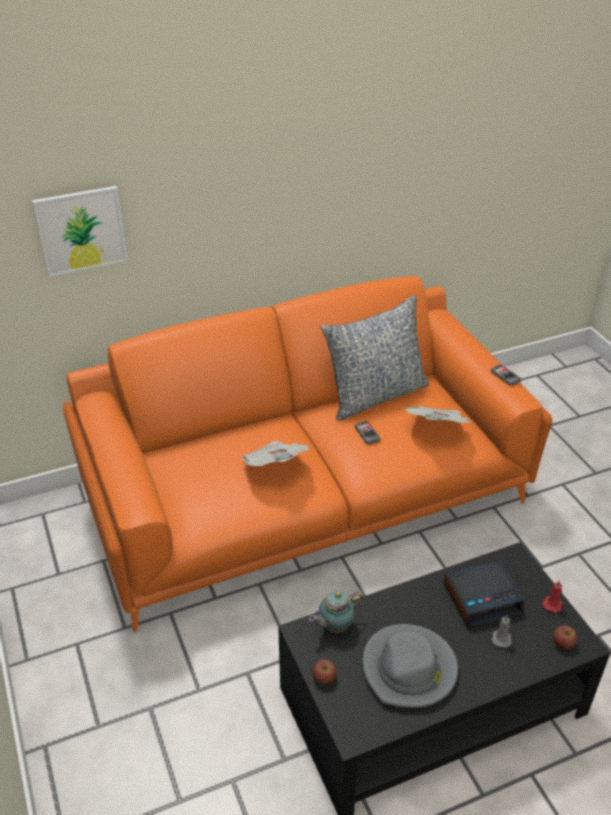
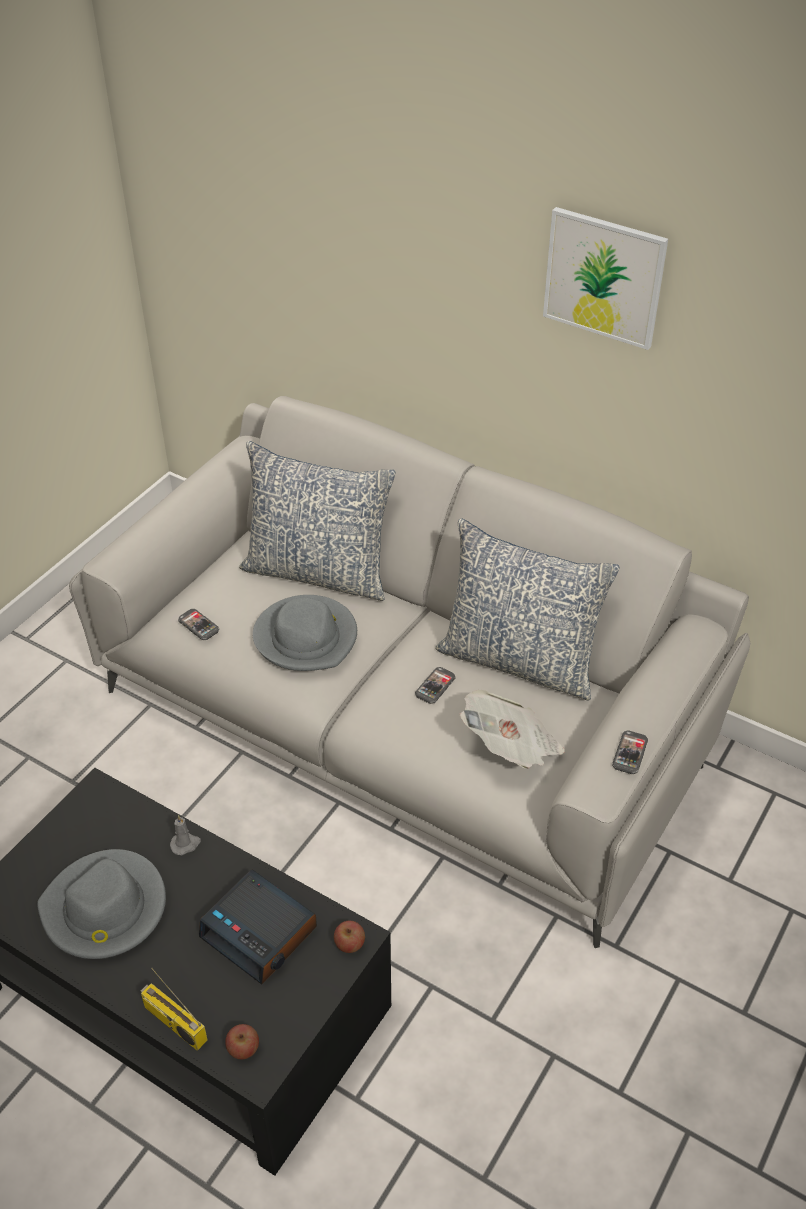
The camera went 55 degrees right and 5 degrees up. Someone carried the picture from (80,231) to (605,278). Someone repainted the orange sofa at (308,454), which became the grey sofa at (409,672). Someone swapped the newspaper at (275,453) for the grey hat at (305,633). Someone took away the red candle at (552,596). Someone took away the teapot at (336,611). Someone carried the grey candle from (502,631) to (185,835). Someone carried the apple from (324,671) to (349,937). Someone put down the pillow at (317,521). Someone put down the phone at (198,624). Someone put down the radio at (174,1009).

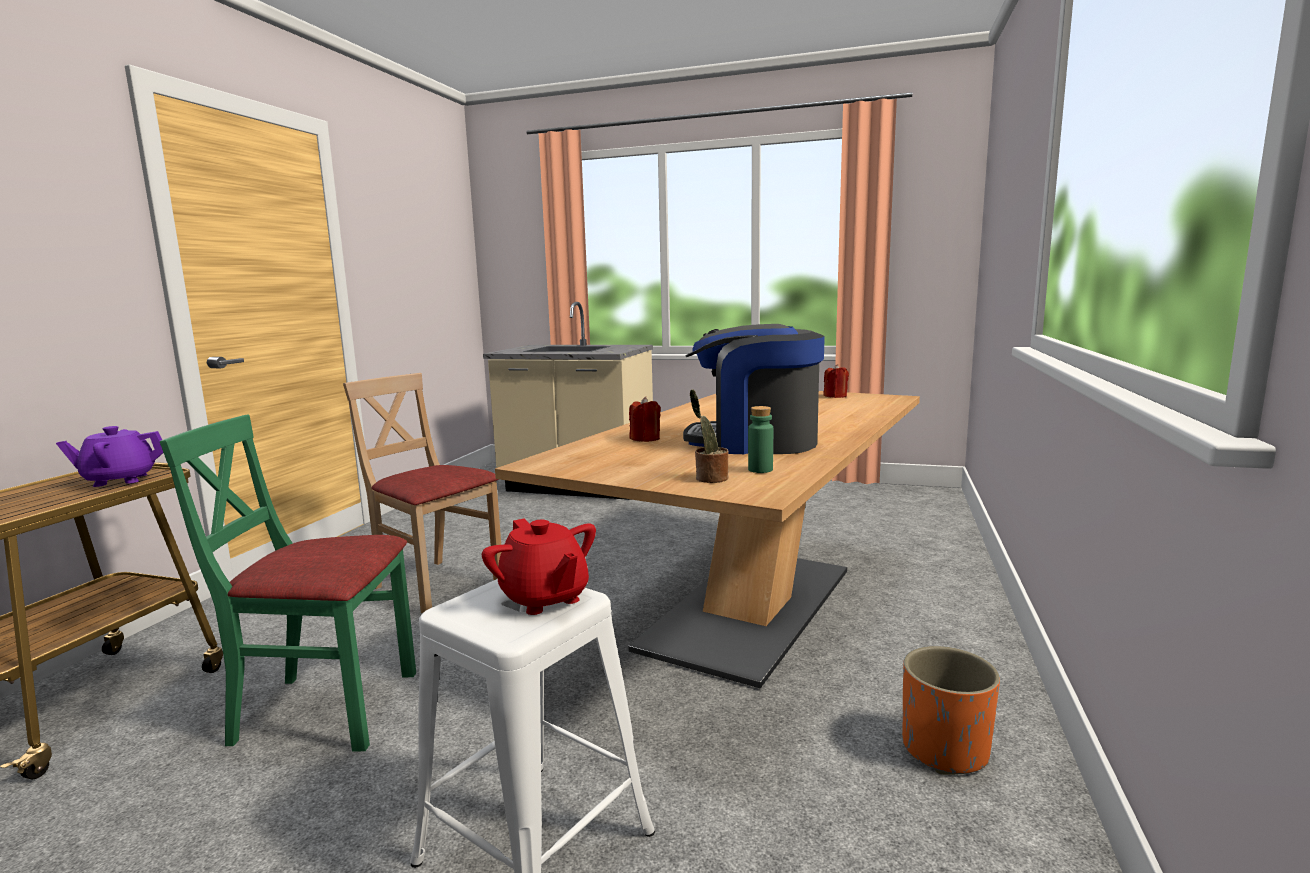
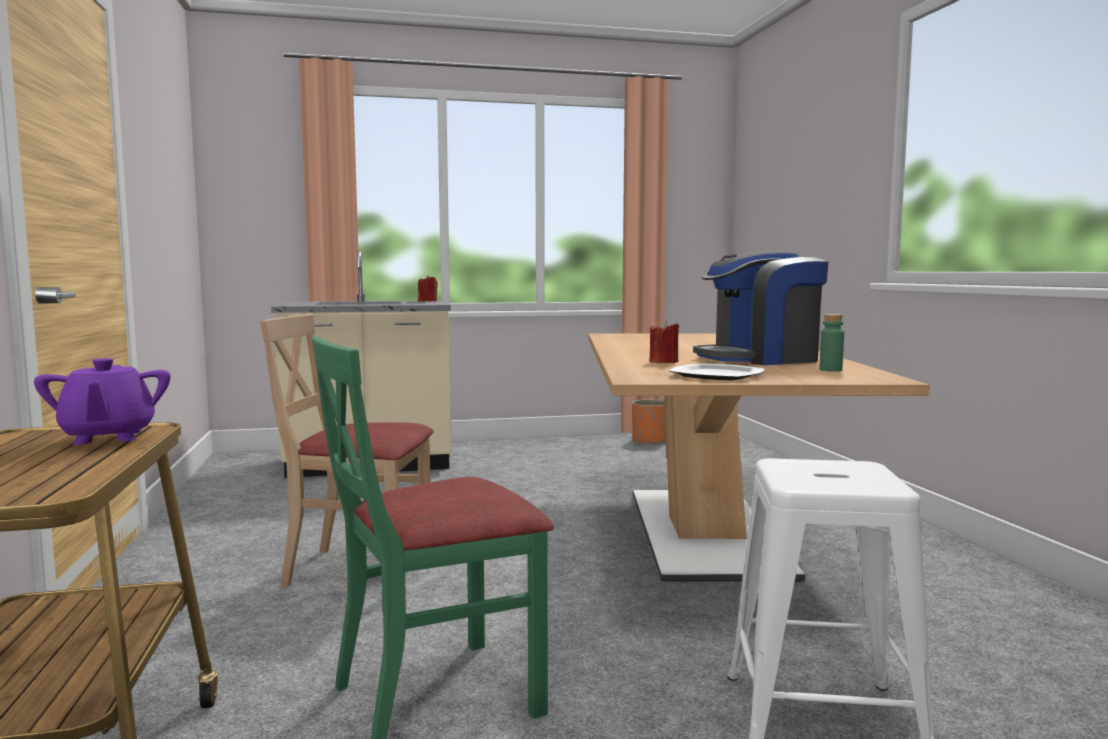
The camera went 30 degrees left and 5 degrees down. Someone carried the red candle from (836,381) to (428,288). Someone took away the potted plant at (709,436). Someone rotated the purple teapot at (109,456) by 60 degrees counterclockwise. Someone took away the red teapot at (539,566). Someone carried the orange planter from (951,710) to (649,422). Someone put down the plate at (716,371).

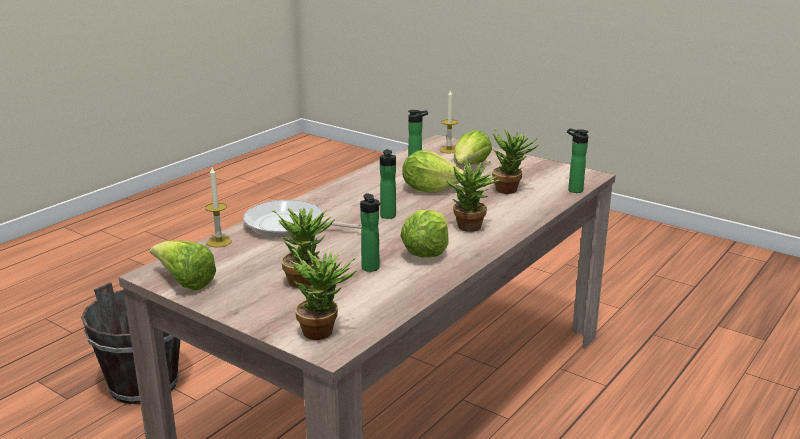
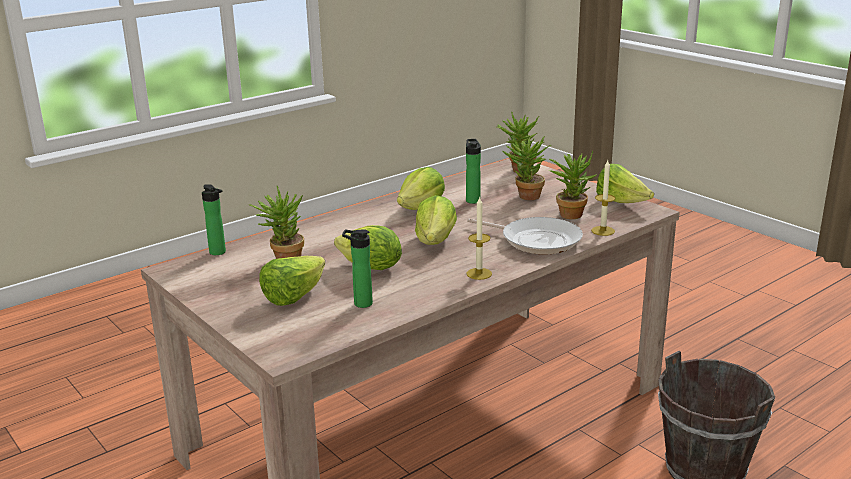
The camera went 165 degrees left and 0 degrees up. Someone carried the candle from (449,121) to (479,238). Someone swapped the bottle at (388,184) for the lettuce at (436,220). Someone carried the potted plant from (473,194) to (572,185).

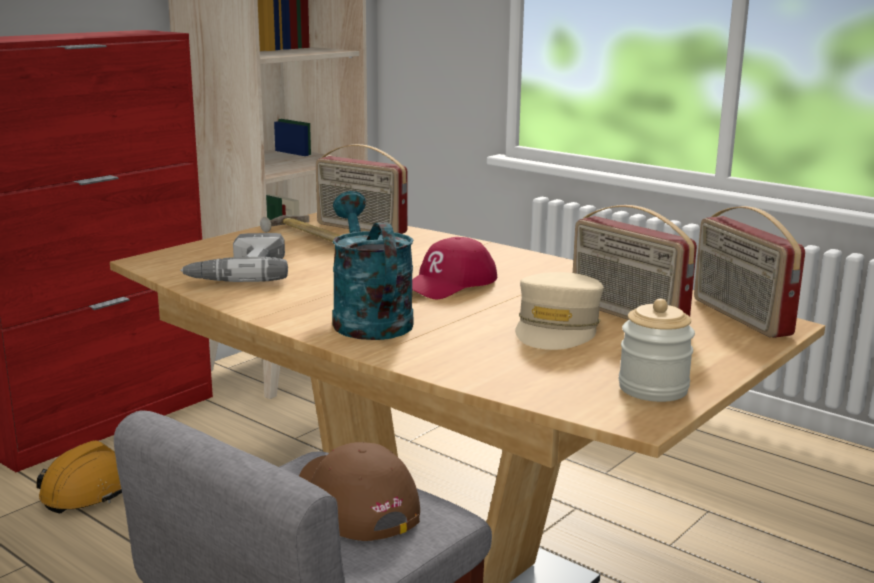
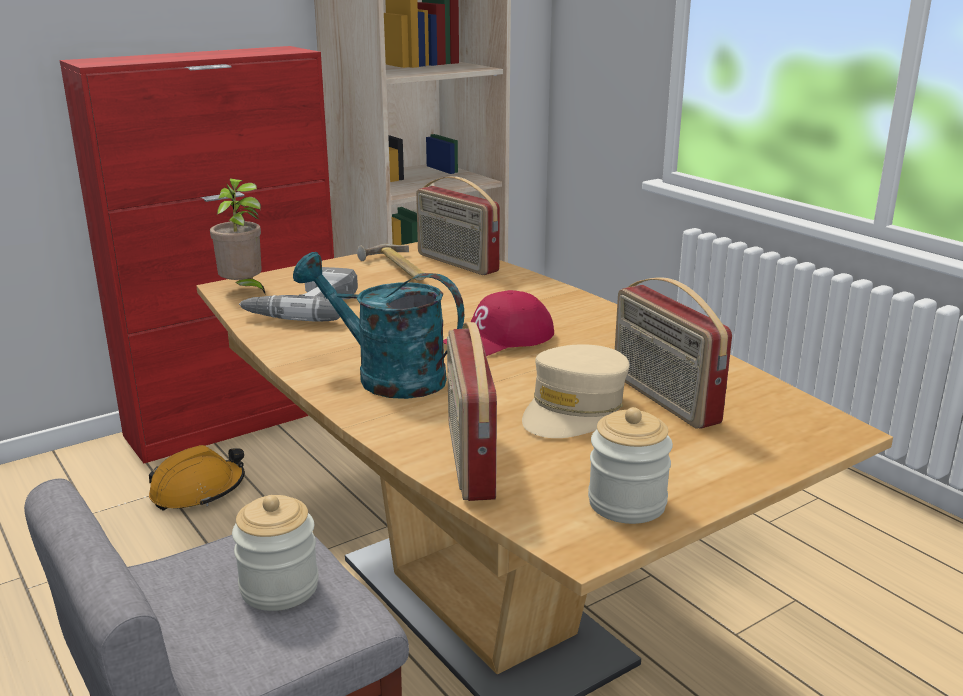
The camera went 15 degrees right and 5 degrees up. Someone rotated the turquoise watering can at (373,265) by 60 degrees counterclockwise. Someone carried the radio from (749,272) to (472,411). Someone swapped the brown cap at (359,491) for the jar at (275,553). Someone put down the potted plant at (238,237).

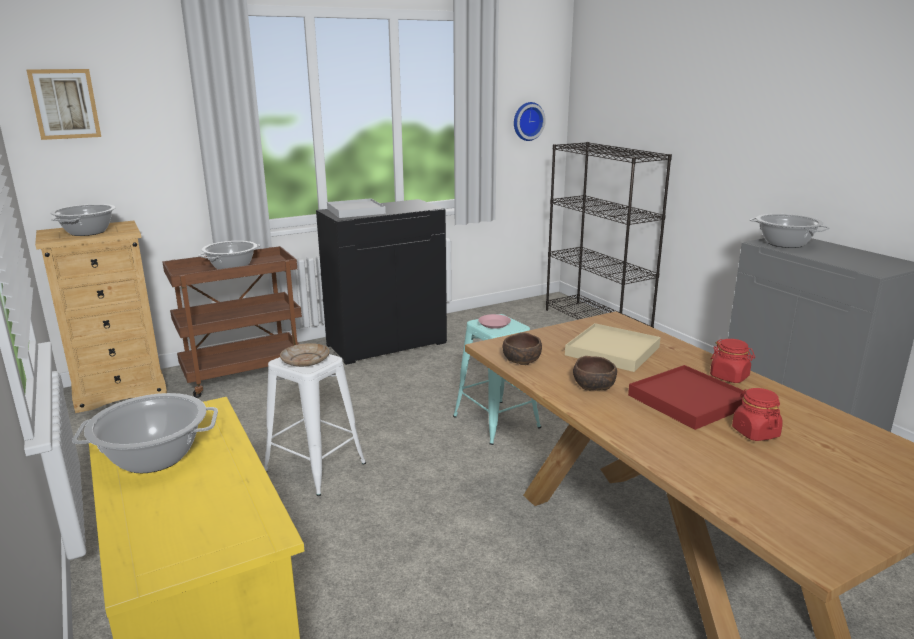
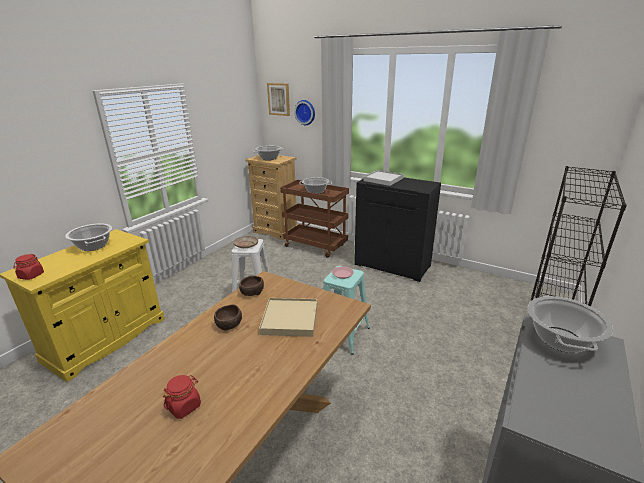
The camera went 60 degrees right and 5 degrees up. Someone carried the wall clock from (530,121) to (304,112). Someone carried the red jar from (732,361) to (28,267). Someone took away the red tray at (687,397).

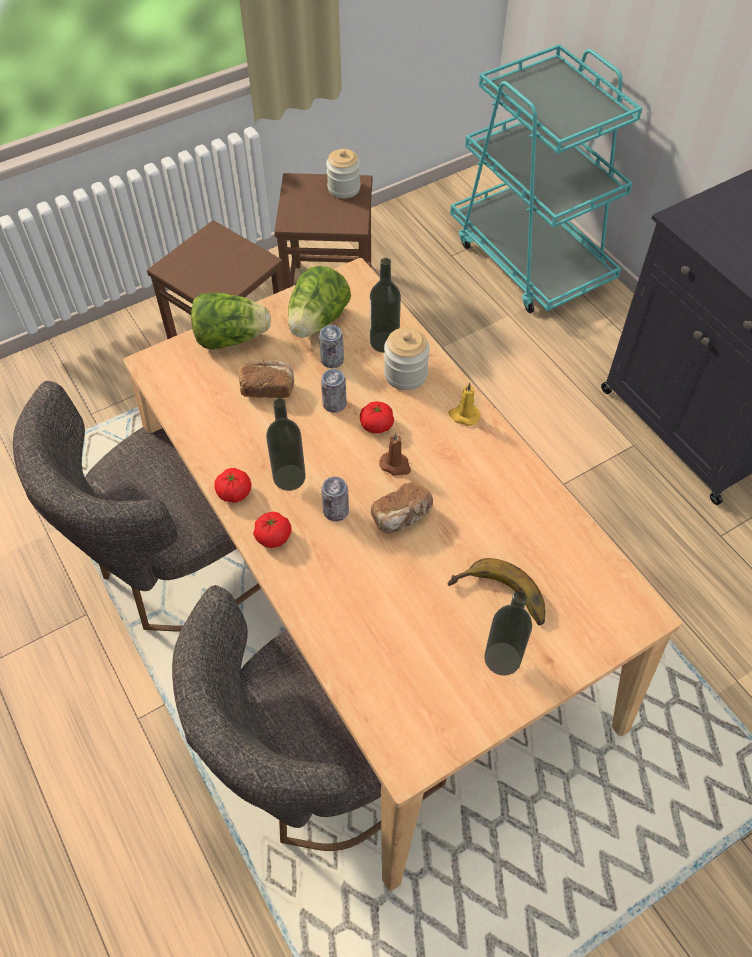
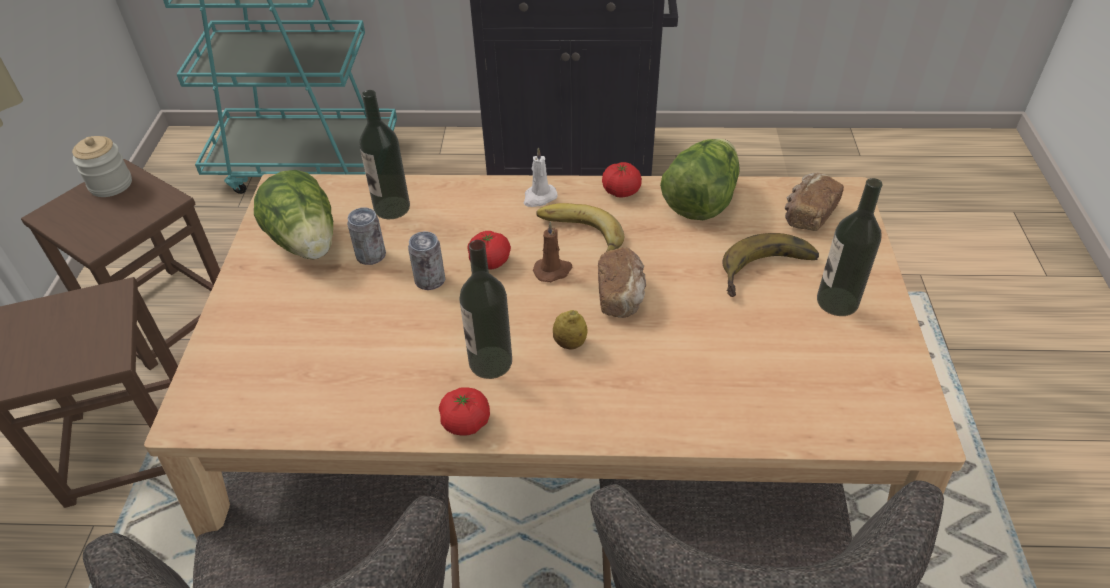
The camera went 55 degrees left and 10 degrees down. Someone carried the lettuce from (231,321) to (700,179). Someone took away the jar at (407,358). Someone carried the bread from (266,379) to (814,202). Someone repainted the yellow candle at (464,404), which became the white candle at (541,177). Someone swapped the can at (335,498) for the lemon at (570,330). Someone carried the tomato from (272,530) to (622,179). Someone put down the banana at (580,227).

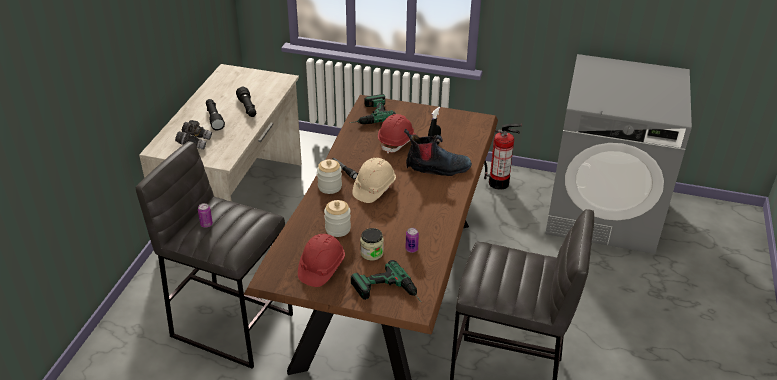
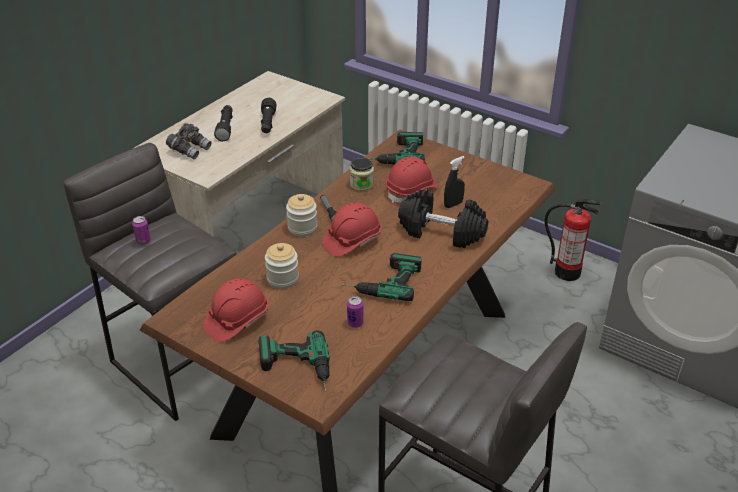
The camera went 20 degrees right and 0 degrees up. Someone swapped the boot at (438,152) for the black dumbbell at (443,219). Someone repainted the beige hard hat at (374,180), which became the red hard hat at (352,230). Someone carried the jar from (372,244) to (362,174). Someone put down the power drill at (382,277).

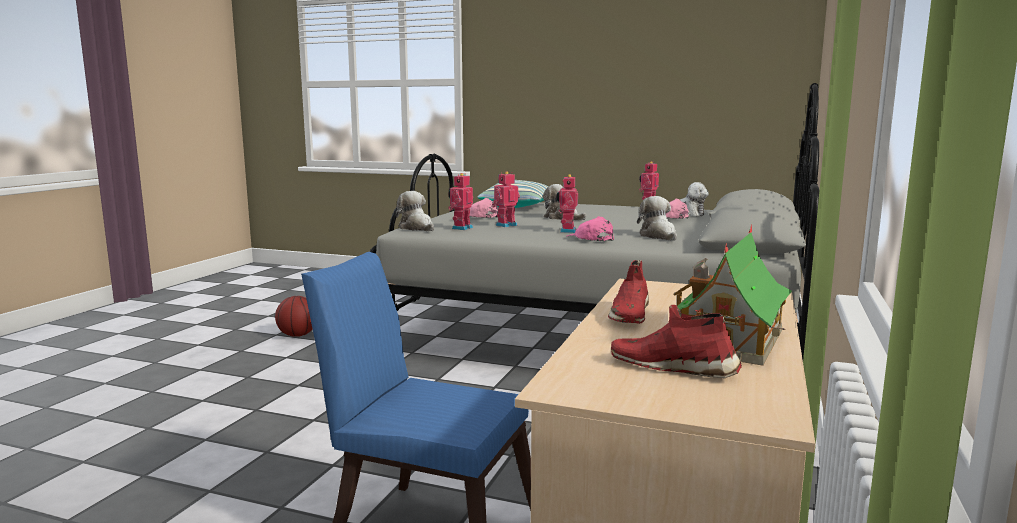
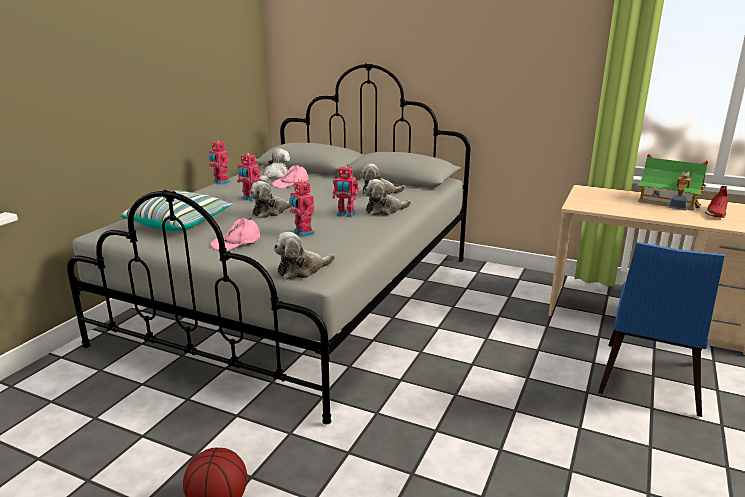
The camera went 85 degrees left and 10 degrees up. Someone carried the toy robot from (460,201) to (249,177). Someone swapped the pink cap at (590,228) for the plush toy at (387,197). Someone took away the red shoe at (628,292).

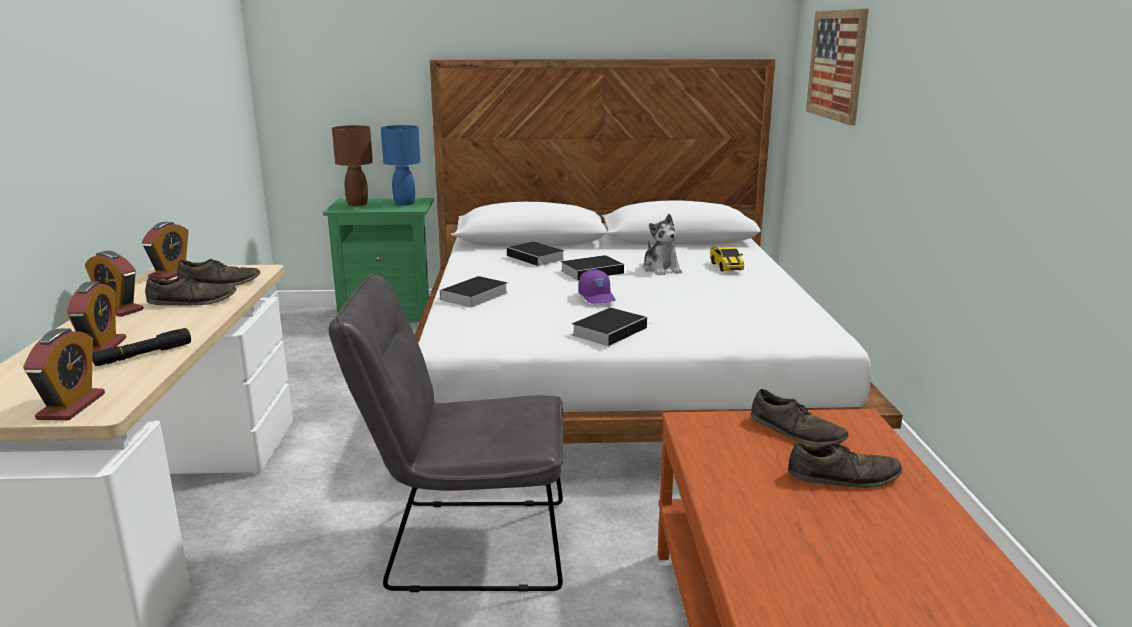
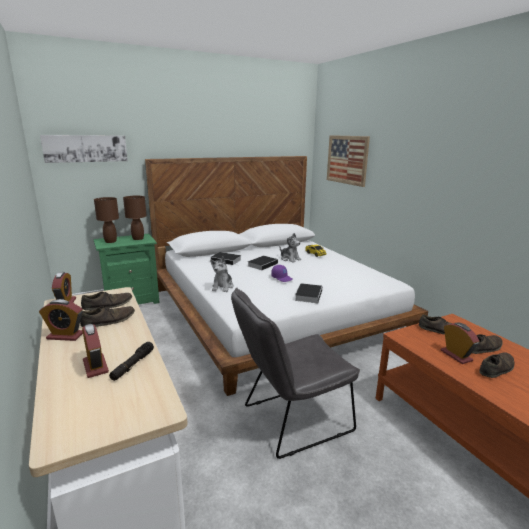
The camera went 25 degrees left and 0 degrees up. Someone repainted the blue table lamp at (400,165), which became the brown table lamp at (135,218). Someone swapped the book at (472,292) for the plush toy at (222,274). Someone carried the alarm clock from (64,374) to (460,343). Someone put up the picture at (84,149). Someone put down the brown shoe at (497,365).

